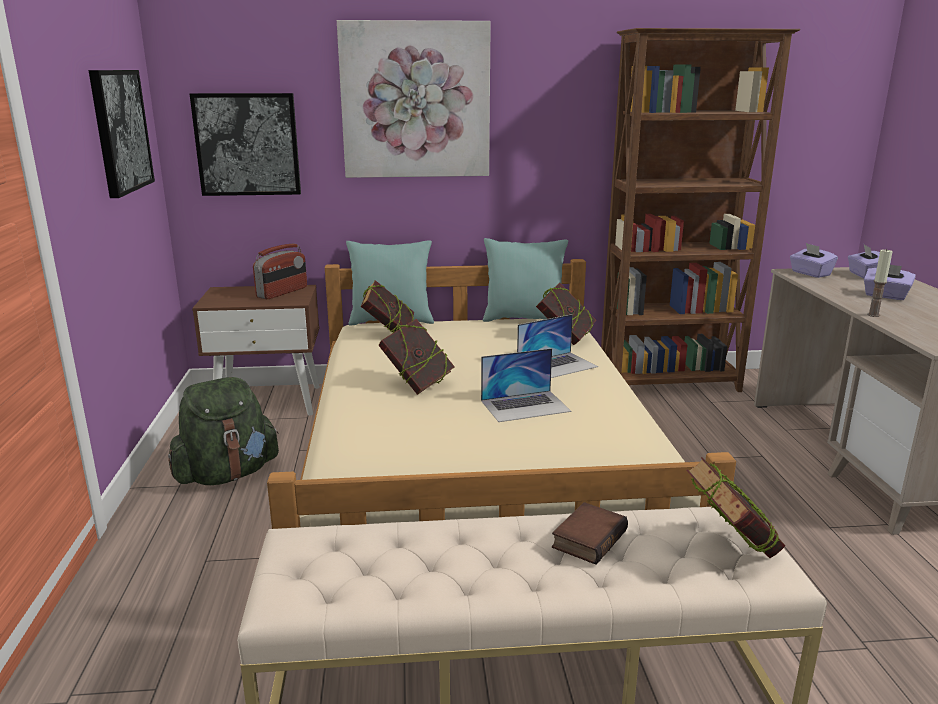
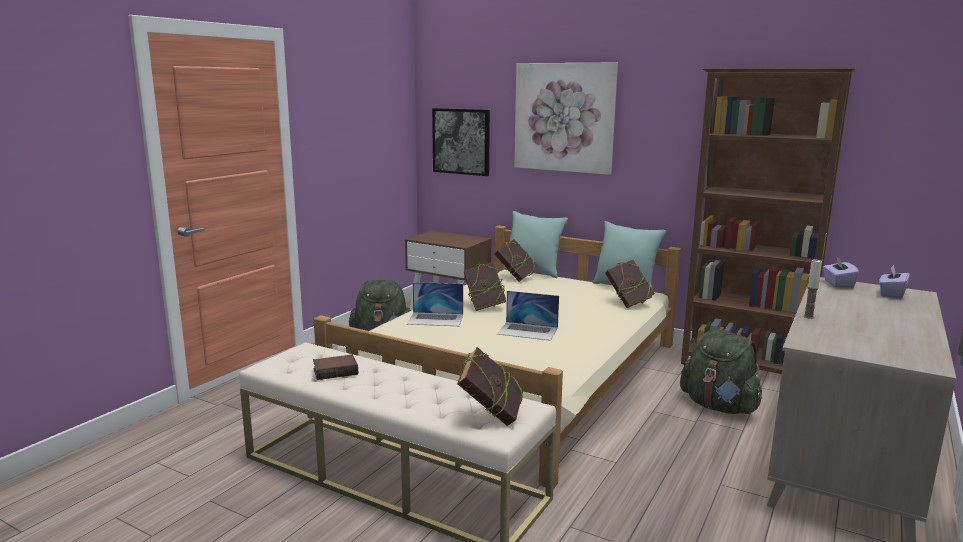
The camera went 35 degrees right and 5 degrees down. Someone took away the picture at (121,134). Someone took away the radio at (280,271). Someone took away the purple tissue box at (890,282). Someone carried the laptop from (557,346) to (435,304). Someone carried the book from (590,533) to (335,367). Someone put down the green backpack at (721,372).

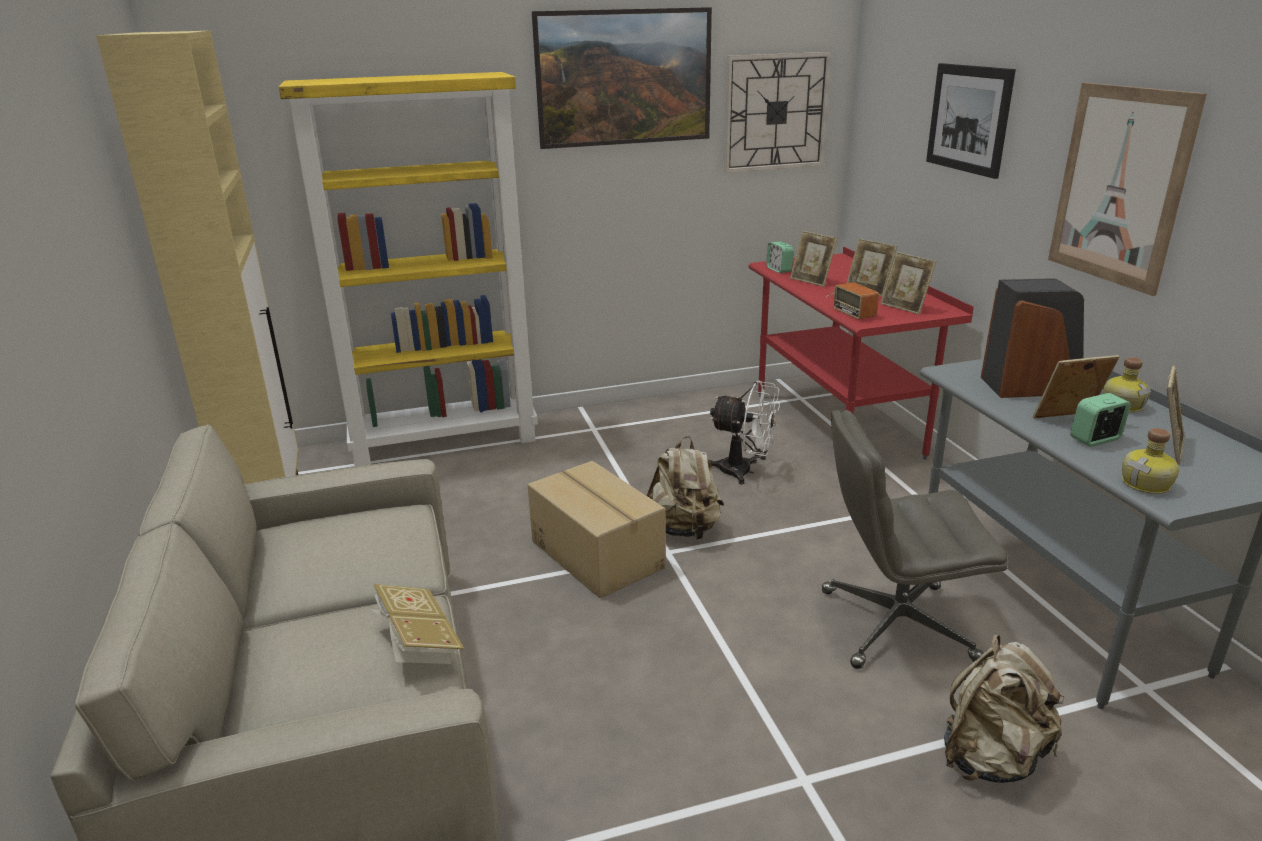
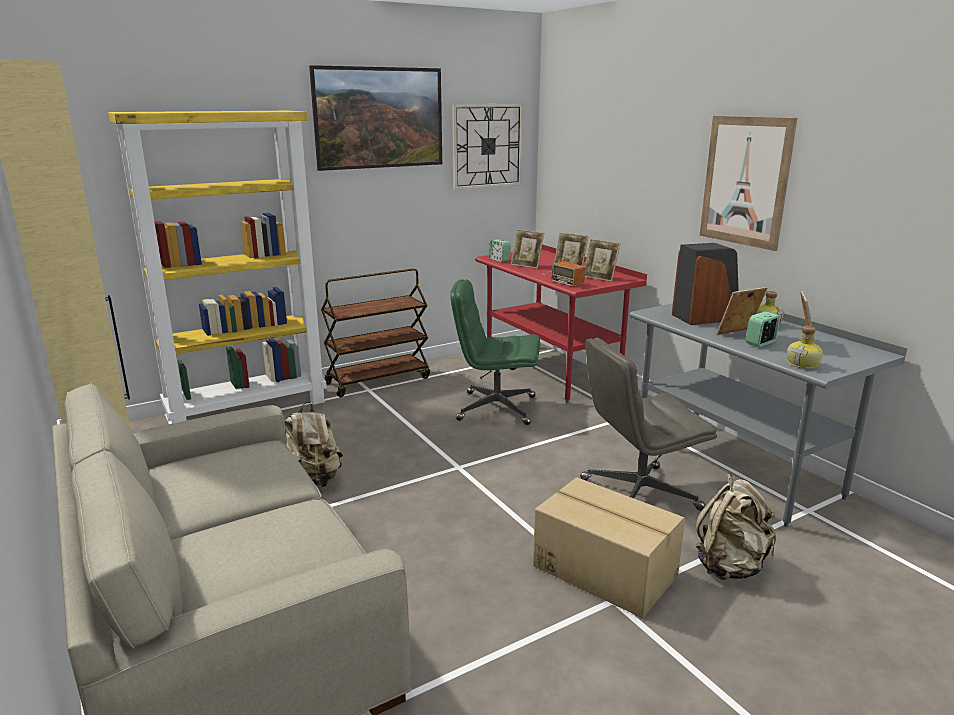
The camera went 15 degrees left and 5 degrees down. Someone took away the picture at (971,121). Someone swapped the white fan at (745,432) for the green office chair at (495,352). Someone carried the beige backpack from (685,488) to (313,444). Someone carried the cardboard box from (597,529) to (609,547). Someone took away the book at (417,624). Someone put down the brown cart at (375,333).

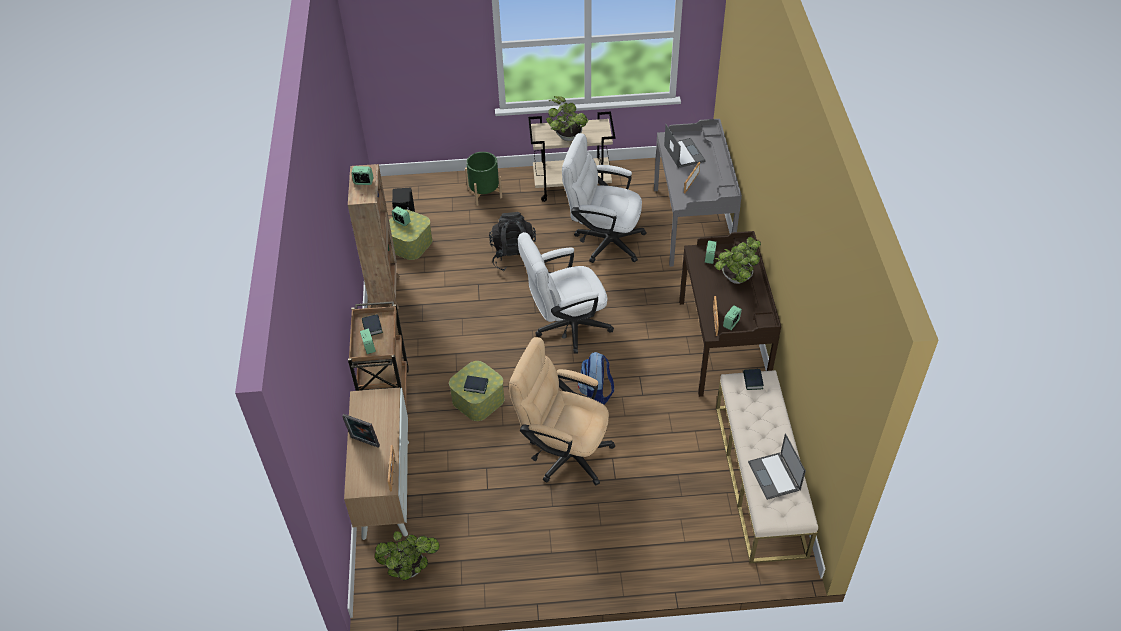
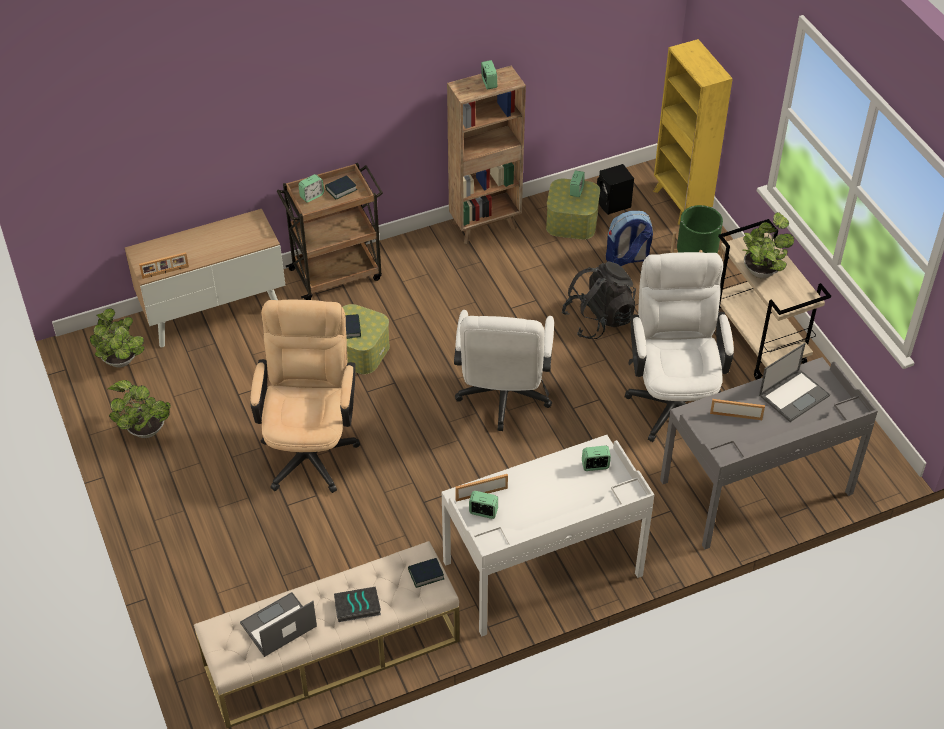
The camera went 70 degrees right and 0 degrees up. Someone repainted the brown desk at (730,314), which became the white desk at (548,536). Someone rotated the white office chair at (566,293) by 135 degrees counterclockwise. Someone carried the potted plant from (737,260) to (139,409). Someone carried the backpack from (596,378) to (629,238). Someone took away the picture frame at (361,431). Someone put down the yellow bookcase at (693,132). Someone put down the book at (357,604).

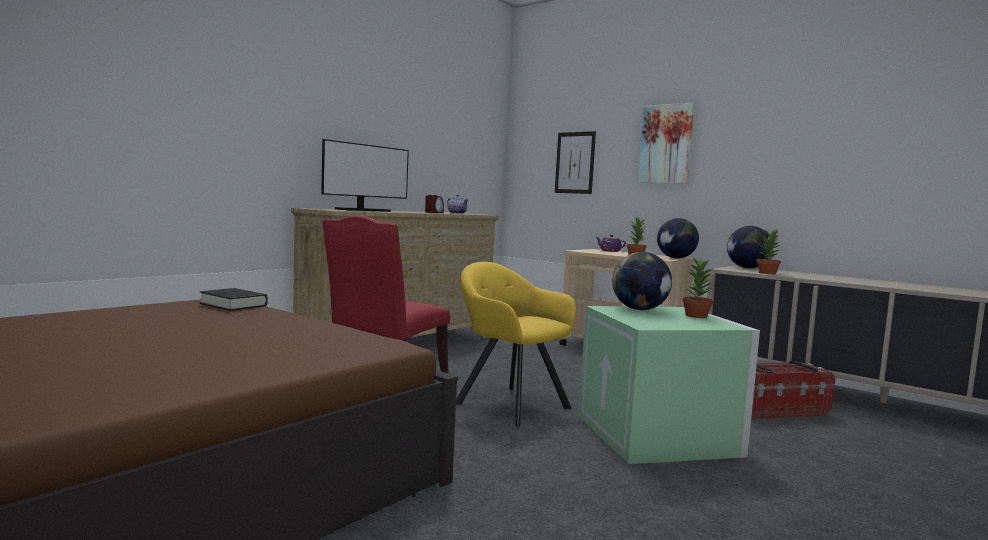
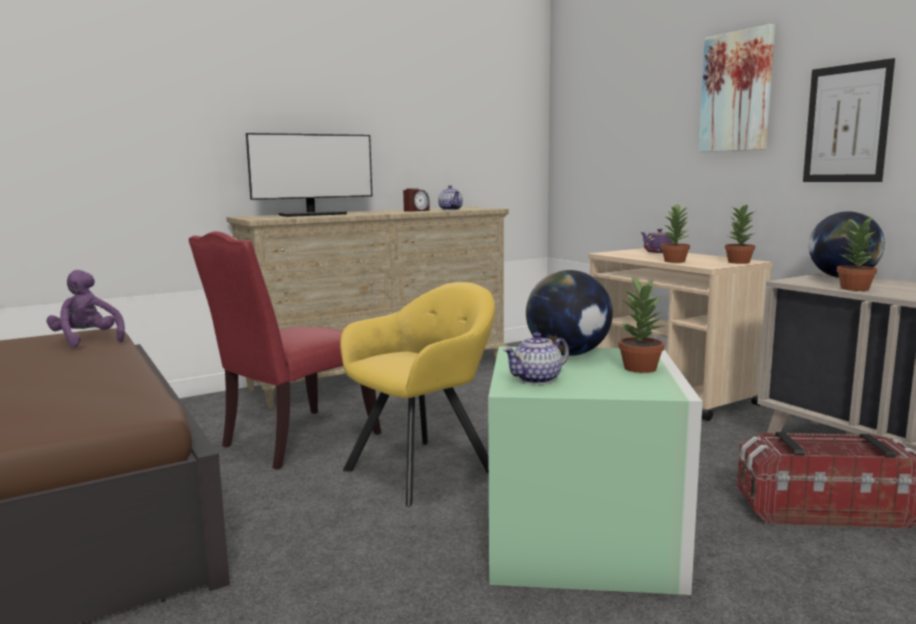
The camera went 20 degrees right and 5 degrees up. Someone carried the picture from (575,162) to (849,120). Someone swapped the globe at (678,238) for the potted plant at (740,234). Someone rotated the yellow armchair at (516,344) by 75 degrees clockwise. Someone swapped the black book at (234,299) for the purple plush toy at (86,309). Someone put down the teapot at (536,358).

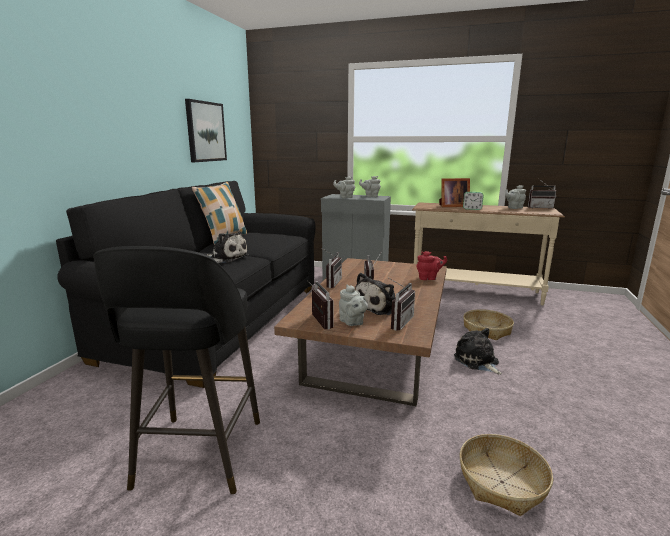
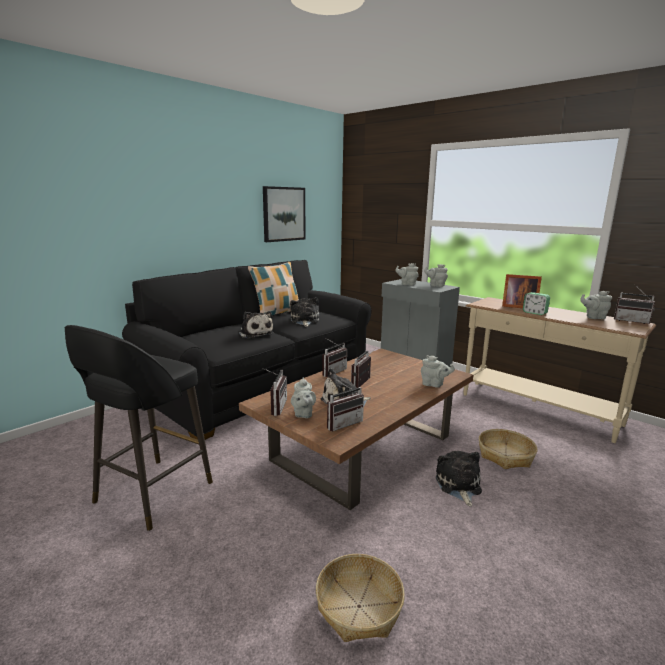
The camera went 25 degrees right and 0 degrees up. Someone repainted the red teapot at (432,265), which became the grey teapot at (438,371). Someone put down the plush toy at (304,312).

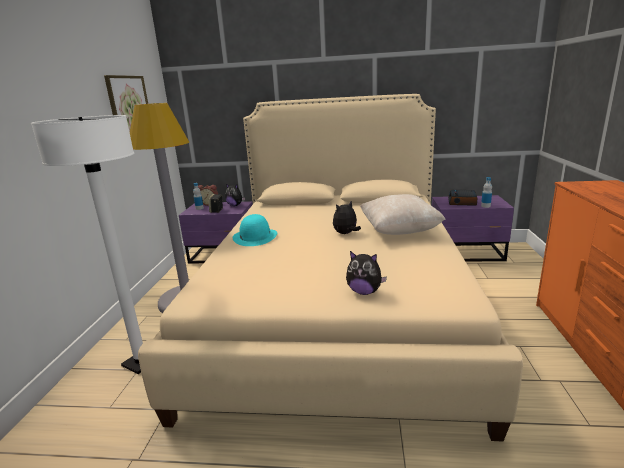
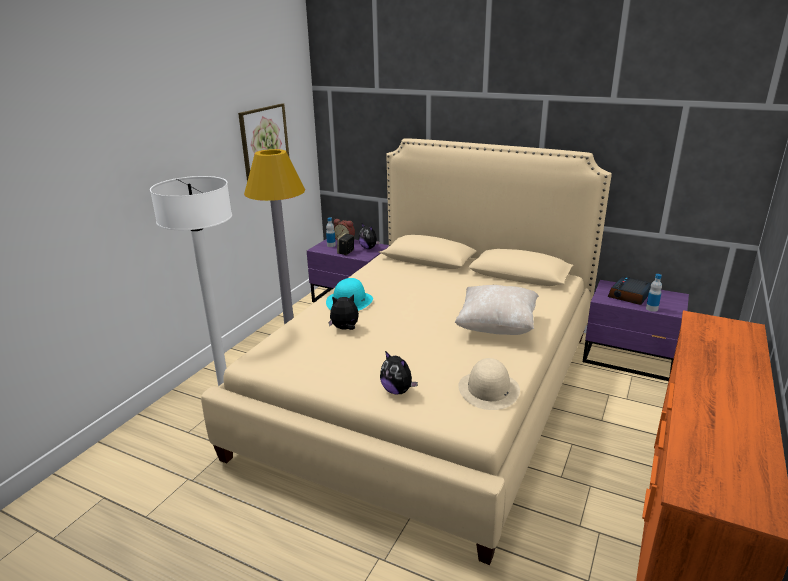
The camera went 20 degrees right and 5 degrees up. Someone carried the plush toy from (347,217) to (344,312). Someone put down the beige hat at (489,384).

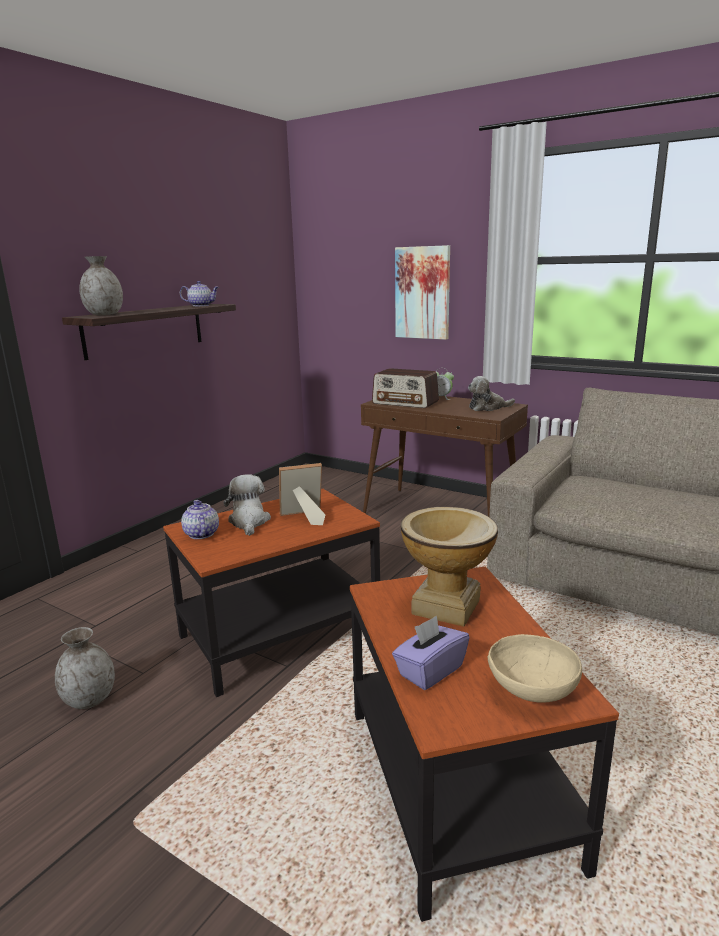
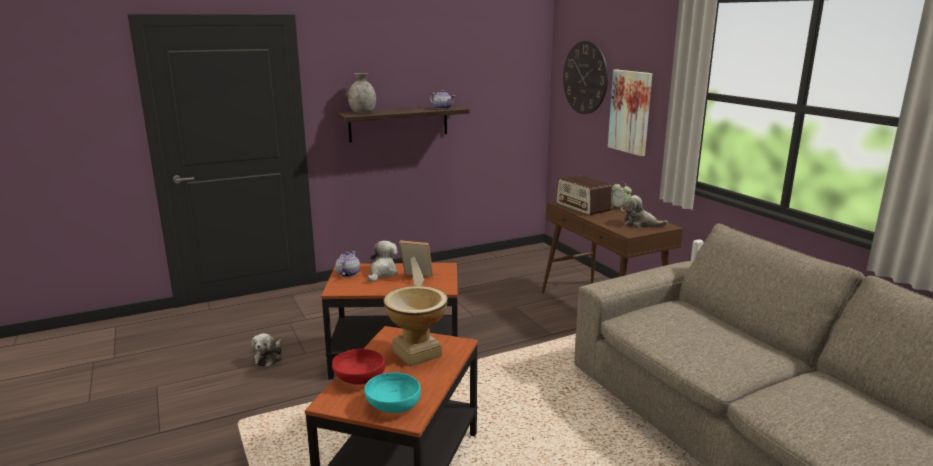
The camera went 30 degrees right and 0 degrees up. Someone swapped the purple tissue box at (431,653) for the red bowl at (358,367). Someone swapped the grey vase at (85,668) for the plush toy at (267,350). Someone repainted the beige bowl at (534,668), which became the turquoise bowl at (392,392). Someone put up the wall clock at (585,77).

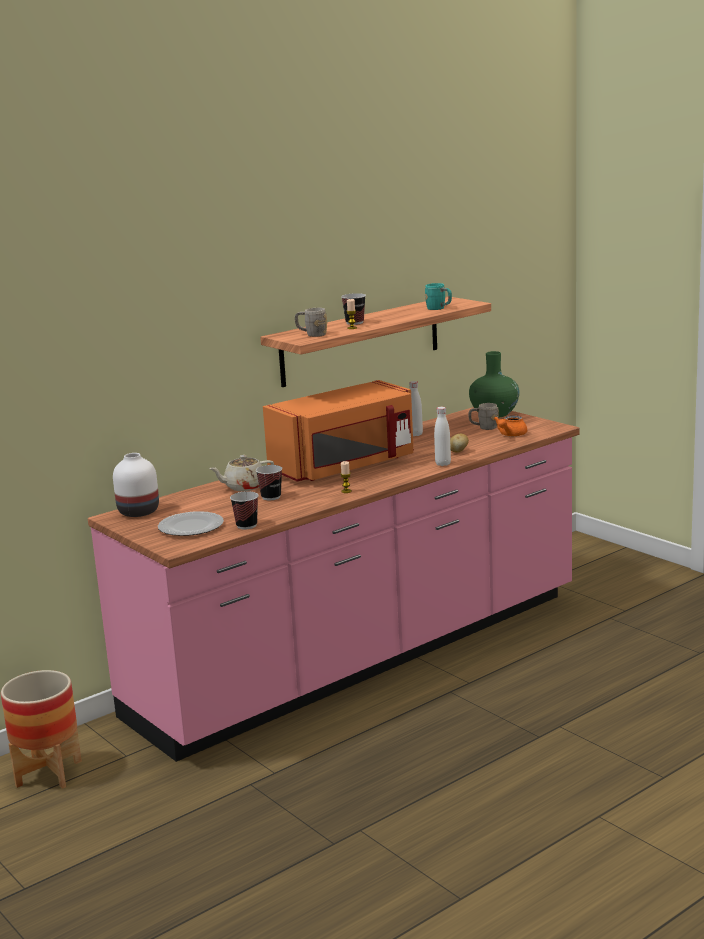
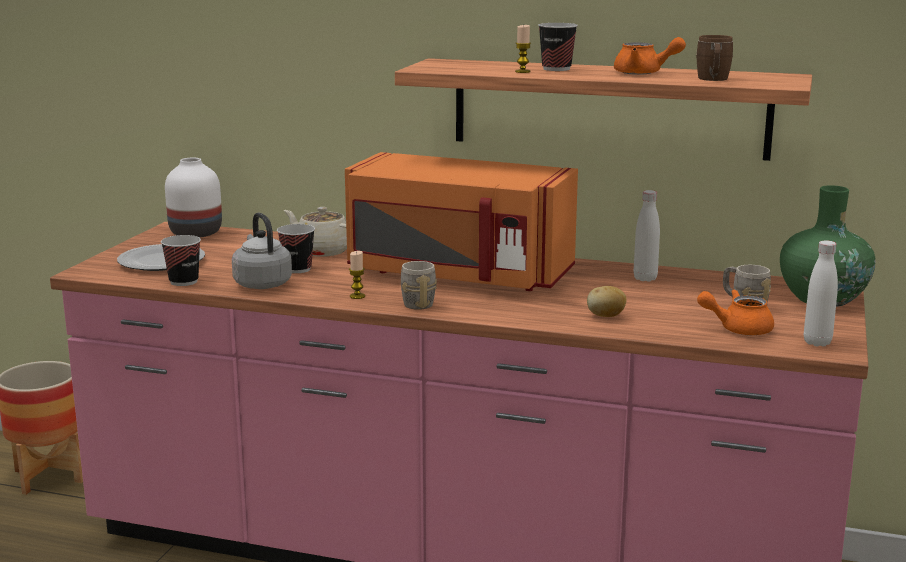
The camera went 55 degrees right and 0 degrees up. Someone repainted the turquoise mug at (438,296), which became the brown mug at (714,58). Someone carried the grey mug from (311,322) to (419,285). Someone carried the white bottle from (442,436) to (821,293). Someone put down the orange teapot at (650,56). Someone put down the grey kettle at (262,250).

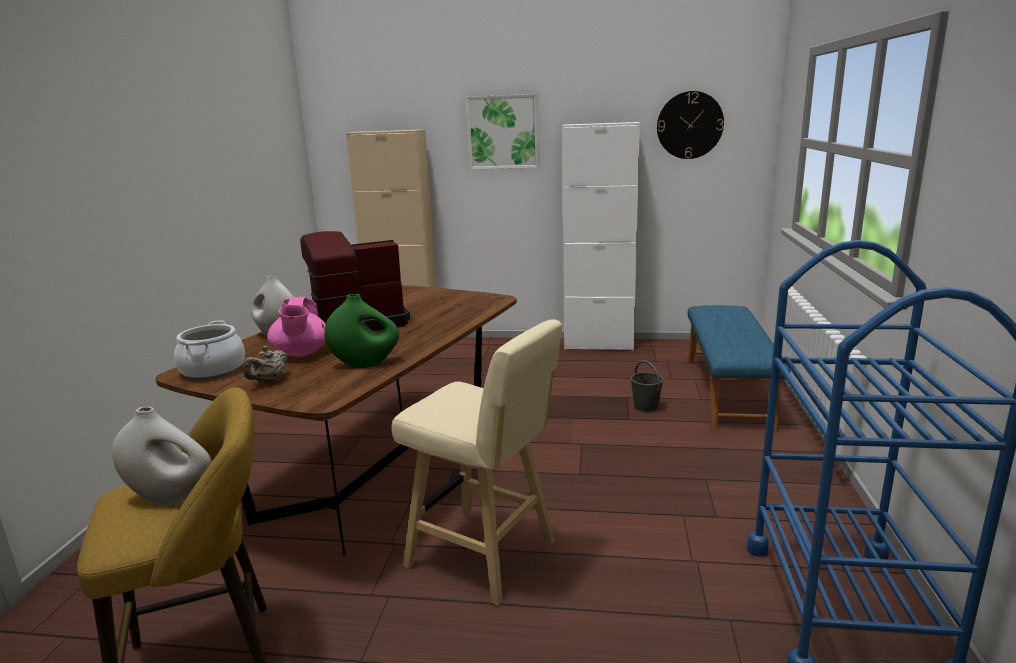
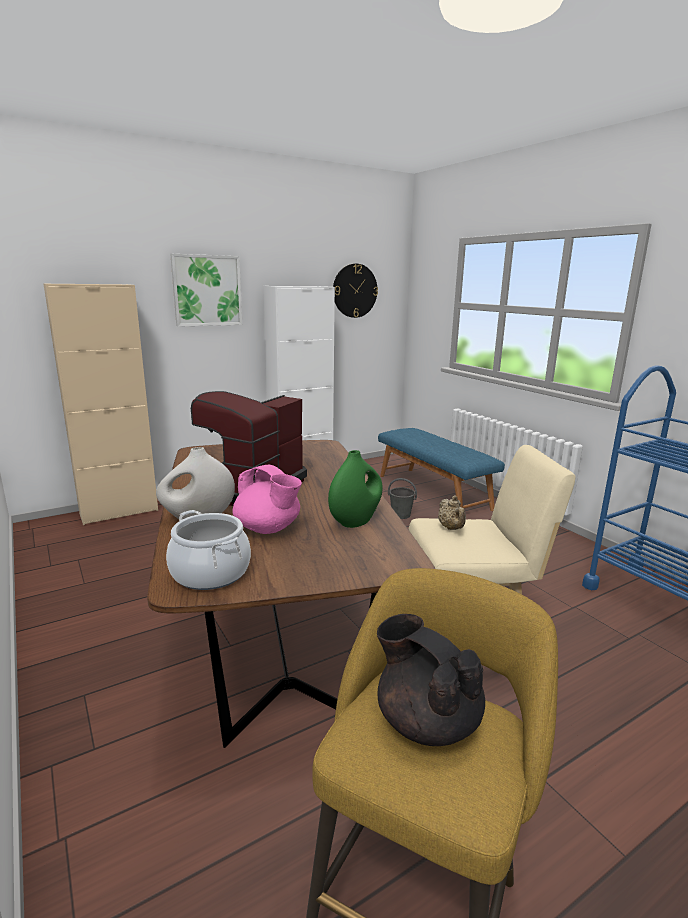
The camera went 40 degrees left and 0 degrees up. Someone carried the beige teapot from (265,364) to (452,512). Someone swapped the white vase at (162,456) for the black teapot at (431,680).

